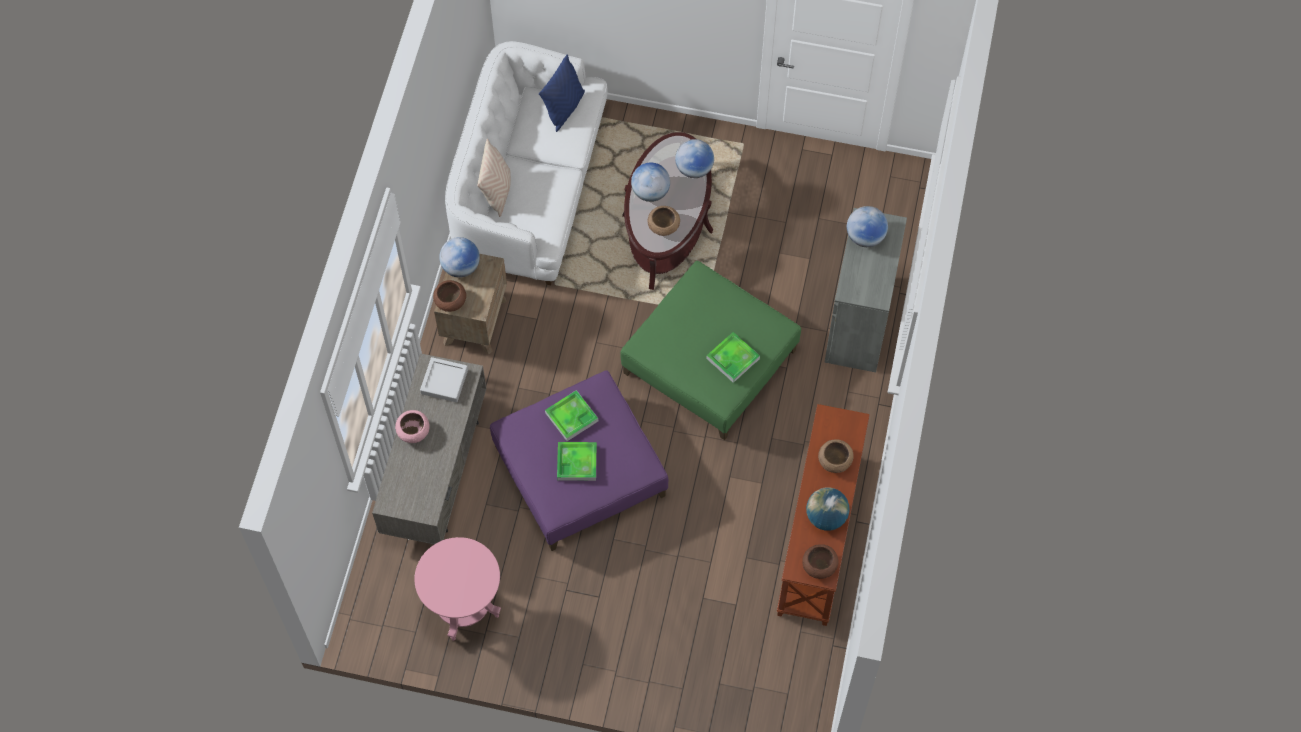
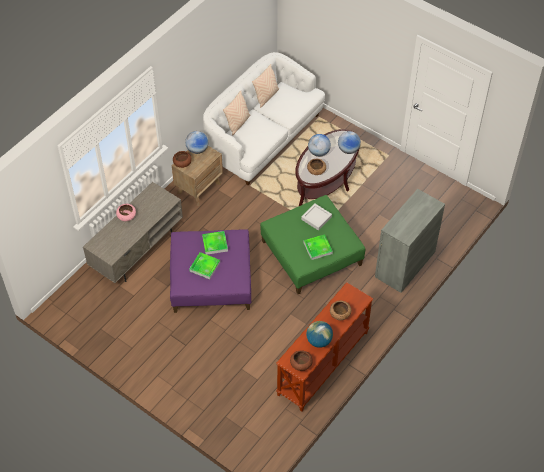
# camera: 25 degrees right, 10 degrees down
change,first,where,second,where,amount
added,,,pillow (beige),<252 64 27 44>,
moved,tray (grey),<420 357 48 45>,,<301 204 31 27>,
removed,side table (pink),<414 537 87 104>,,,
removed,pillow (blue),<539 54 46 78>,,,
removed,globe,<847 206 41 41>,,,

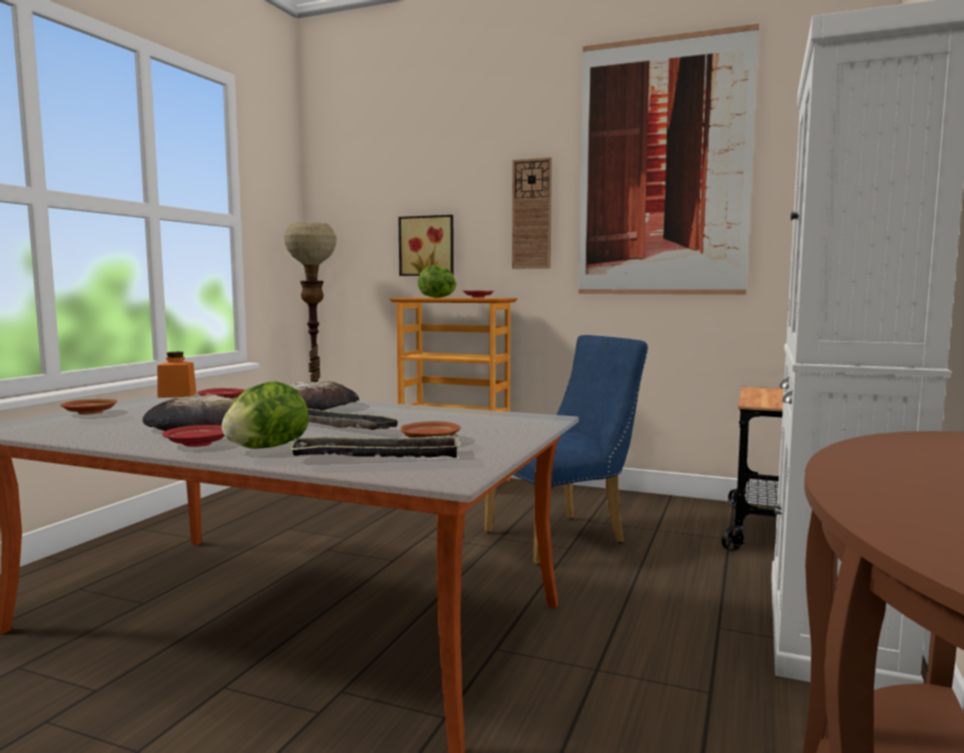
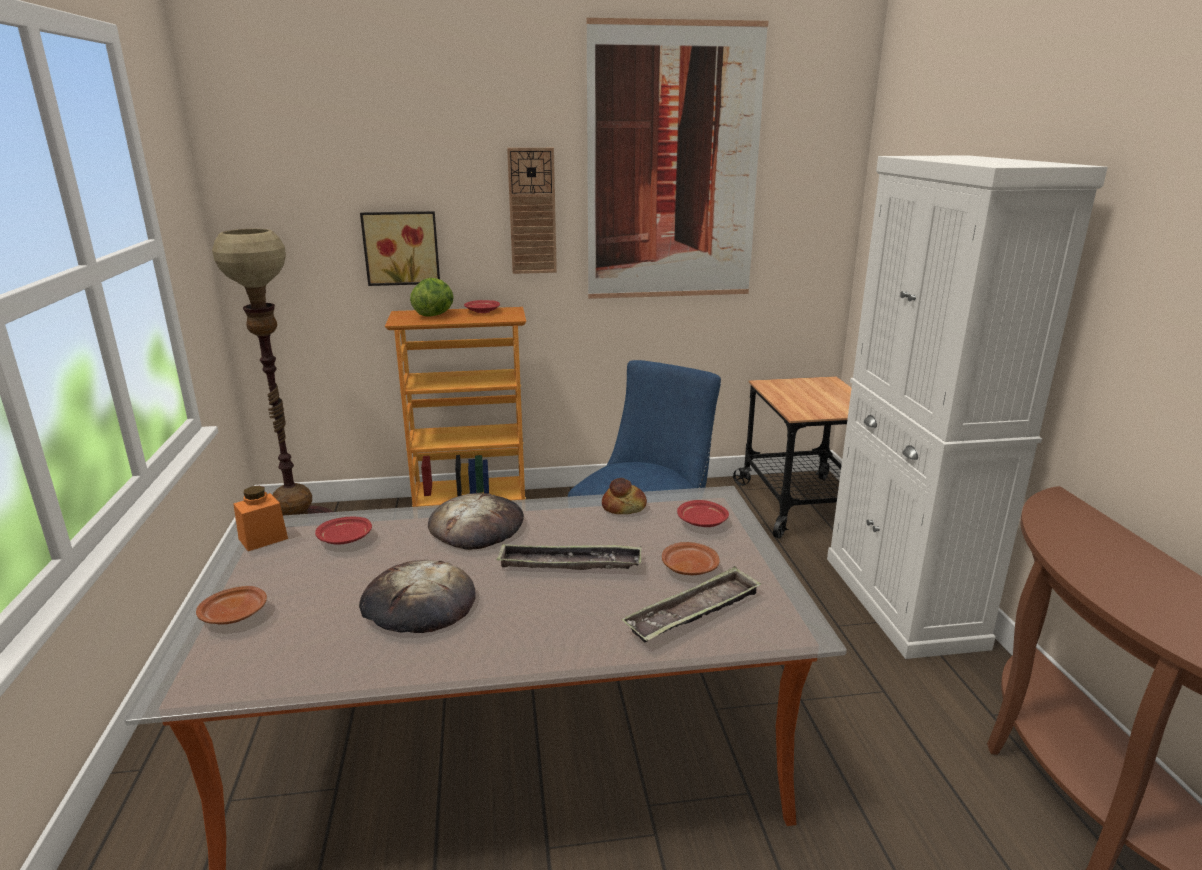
# camera: 30 degrees left, 15 degrees up
change,first,where,second,where,amount
added,,,bread,<602 478 45 36>,
moved,plate (red),<163 425 62 22>,,<677 500 52 27>,
removed,lettuce,<222 381 87 68>,,,

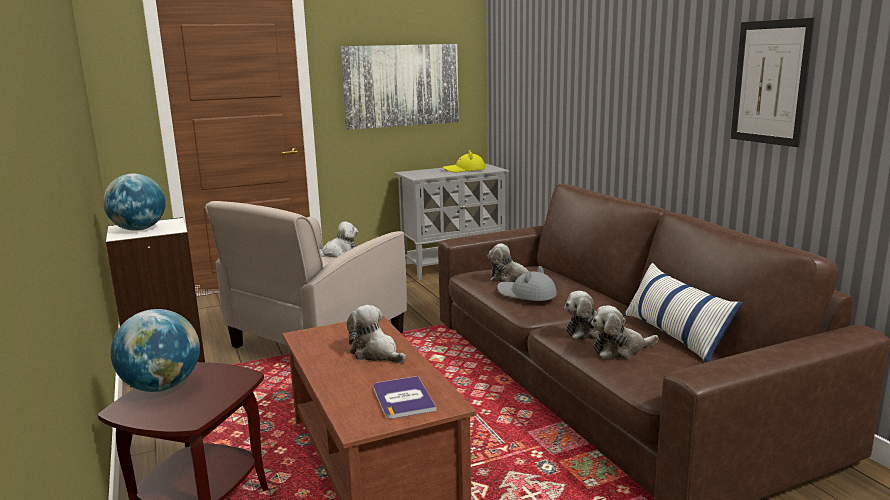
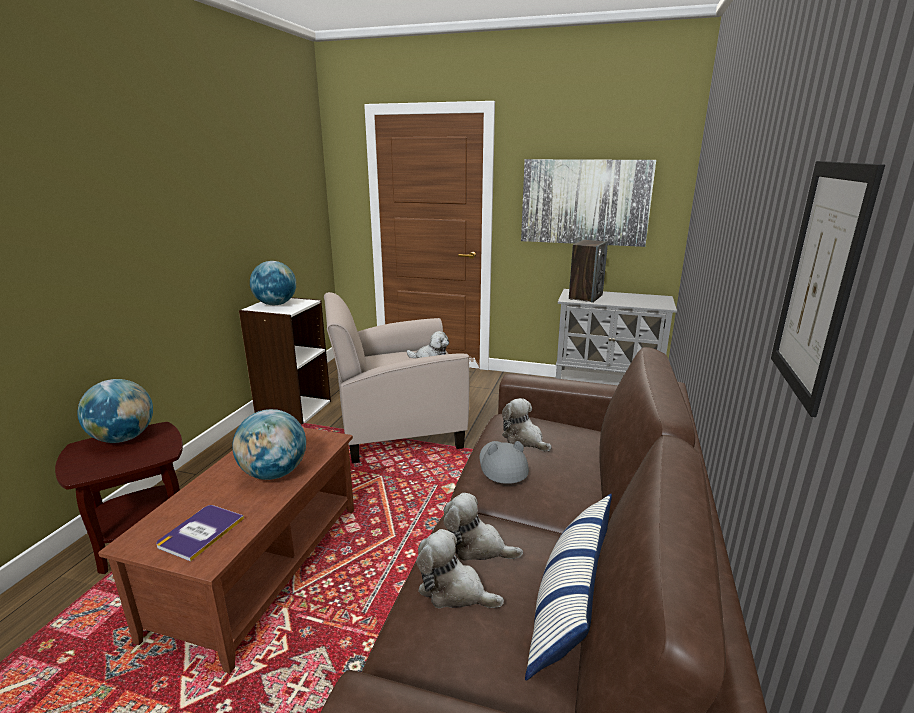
# camera: 40 degrees right, 5 degrees up
change,first,where,second,where,amount
replaced,plush toy,<346 305 60 58>,globe,<232 409 74 71>,
added,,,speaker,<569 240 39 63>,
removed,hat (yellow),<442 150 43 22>,,,

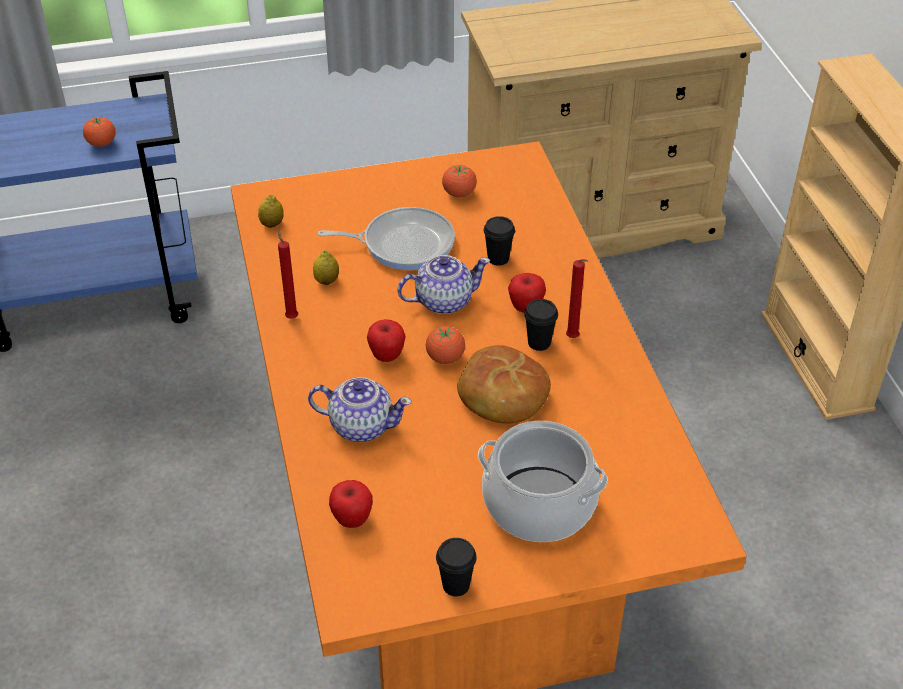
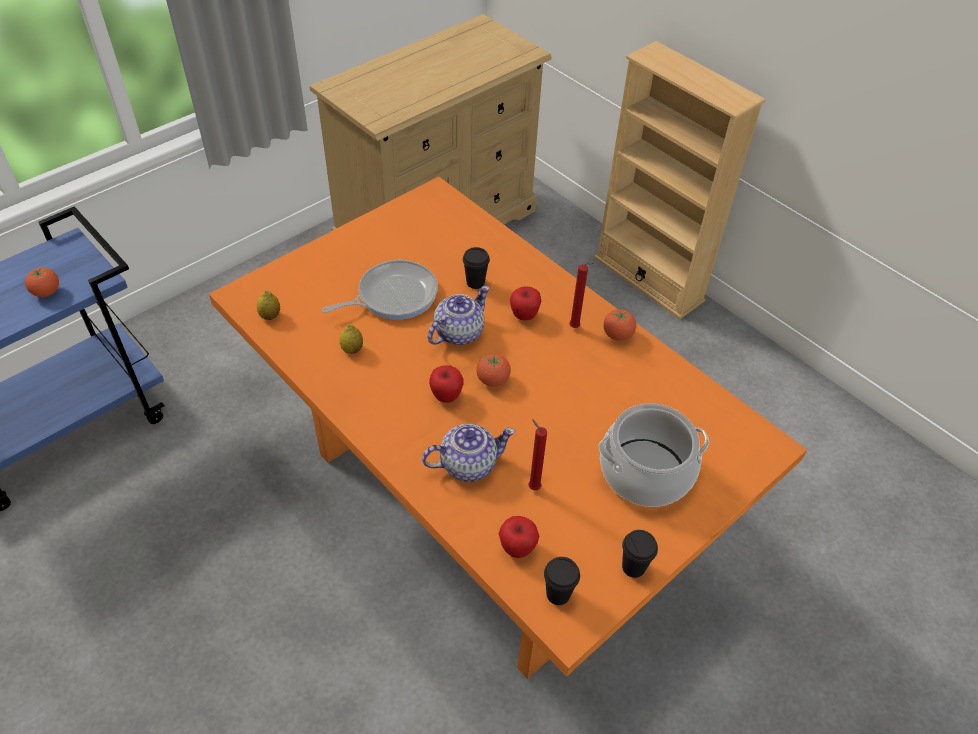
# camera: 30 degrees left, 5 degrees up
change,first,where,second,where,amount
moved,candle (red),<278 229 20 90>,,<528 419 19 71>,
moved,cup (black),<524 299 34 52>,,<544 557 36 48>,
moved,tomato,<442 165 35 32>,,<603 309 33 32>,
removed,bread,<457 345 94 78>,,,

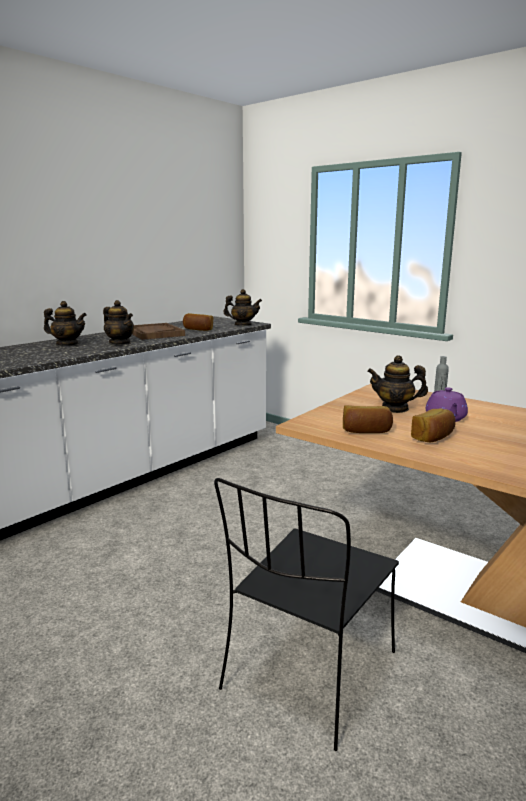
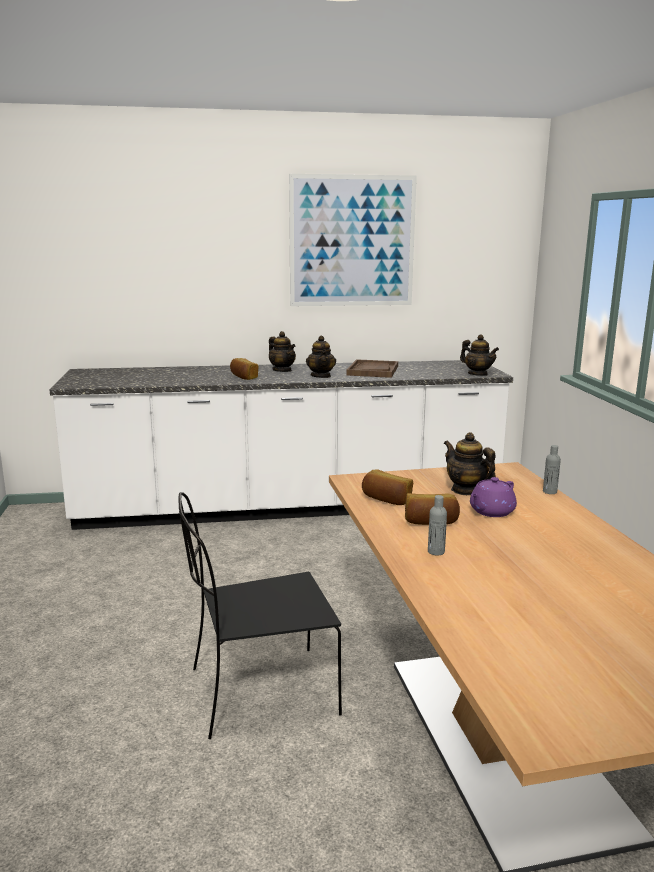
# camera: 40 degrees right, 0 degrees up
change,first,where,second,where,amount
moved,bread,<183 313 30 18>,,<230 358 28 22>,
added,,,picture,<289 174 128 132>,
added,,,bottle (grey),<428 495 19 60>,

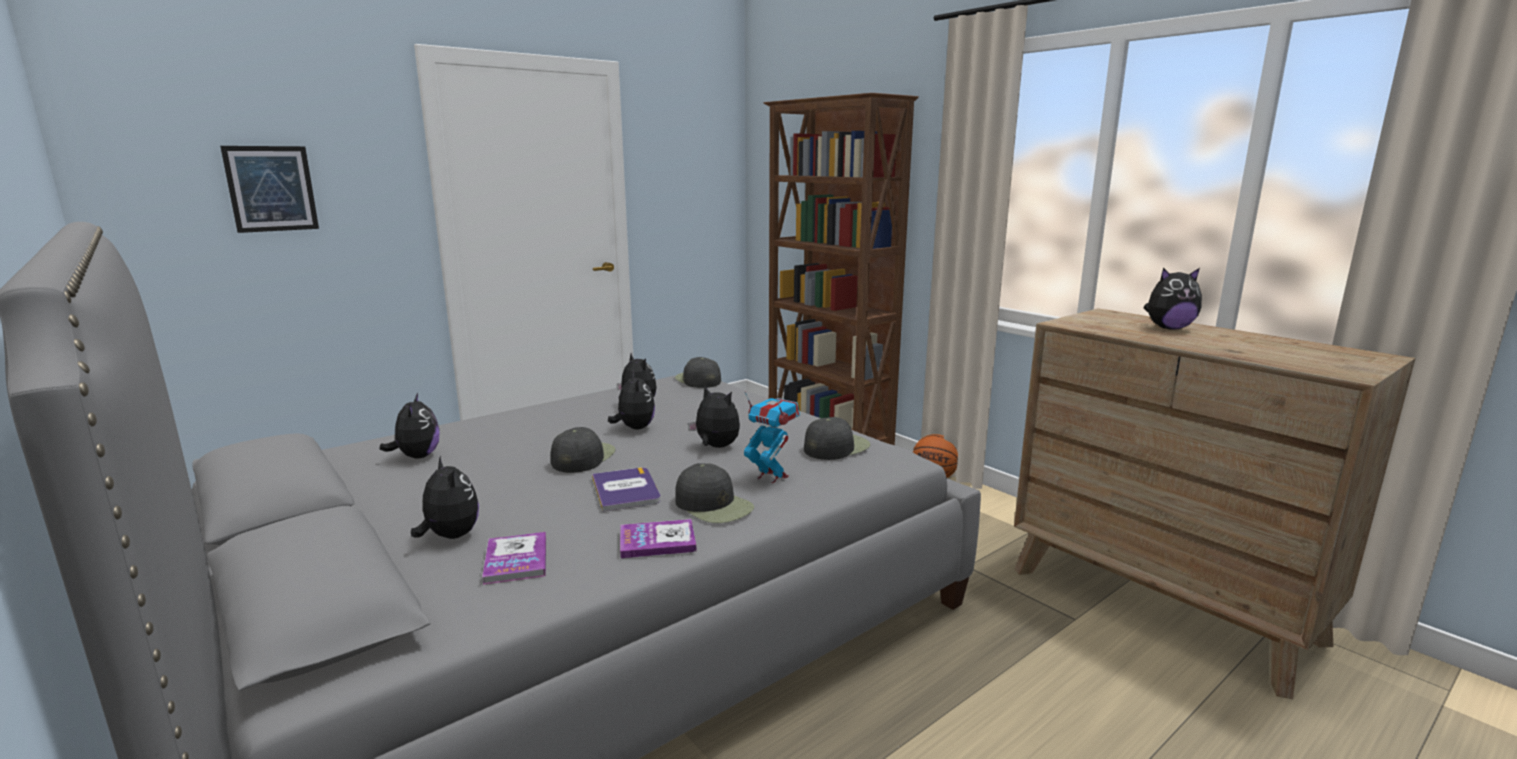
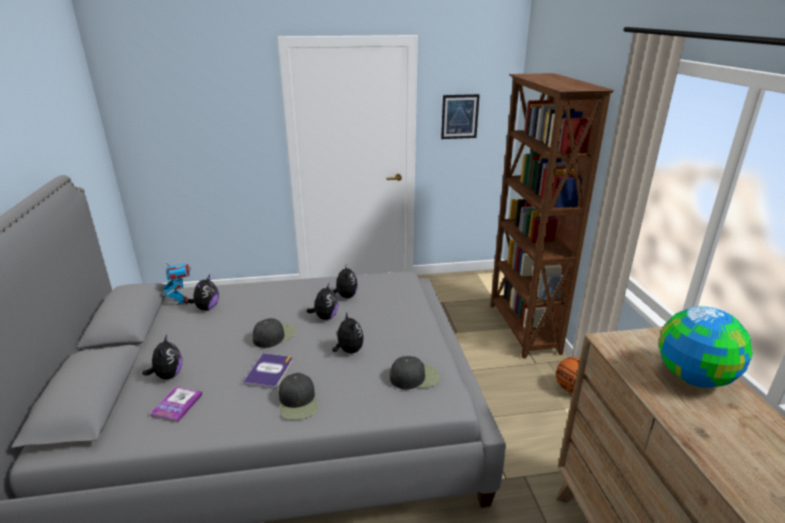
# camera: 30 degrees right, 10 degrees up
change,first,where,second,where,amount
moved,toy robot,<744 392 56 91>,,<162 259 29 46>,
moved,picture,<220 146 99 87>,,<441 94 39 45>,
replaced,plush toy,<1143 268 59 61>,globe,<659 306 94 82>,
removed,book,<620 519 77 39>,,,
removed,cap (black),<675 357 46 31>,,,

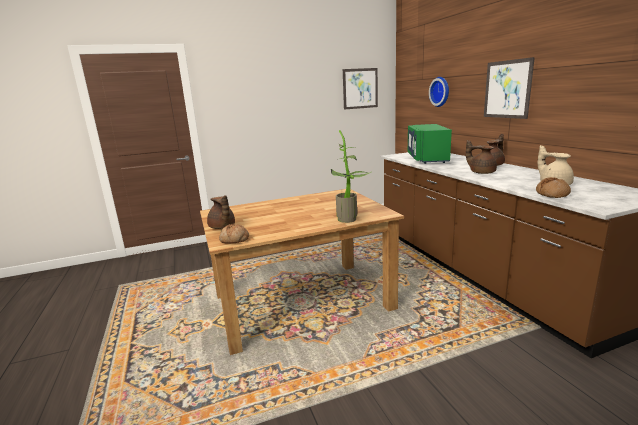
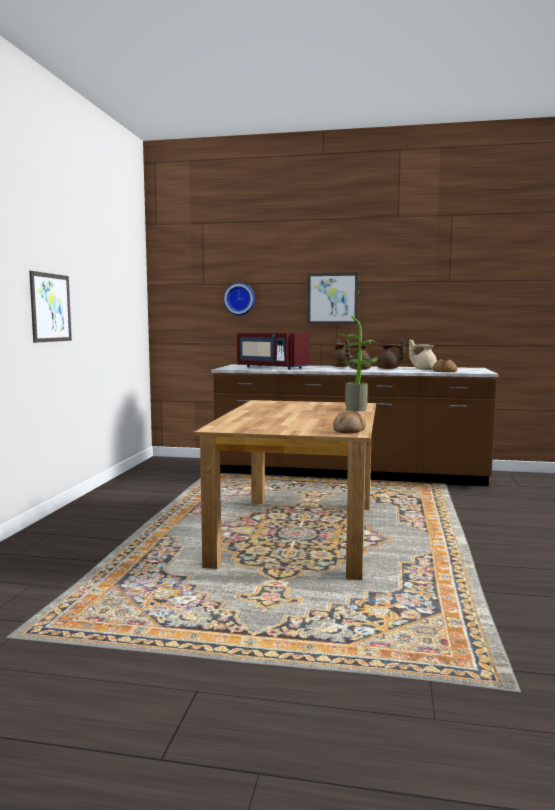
# camera: 60 degrees left, 10 degrees down
change,first,where,second,where,amount
moved,picture,<343 68 35 42>,,<29 271 43 72>,
recoloured,microwave (green),<408 124 44 40>,microwave (red),<237 332 73 38>,
moved,teapot (brown),<207 195 28 34>,,<377 339 28 30>,

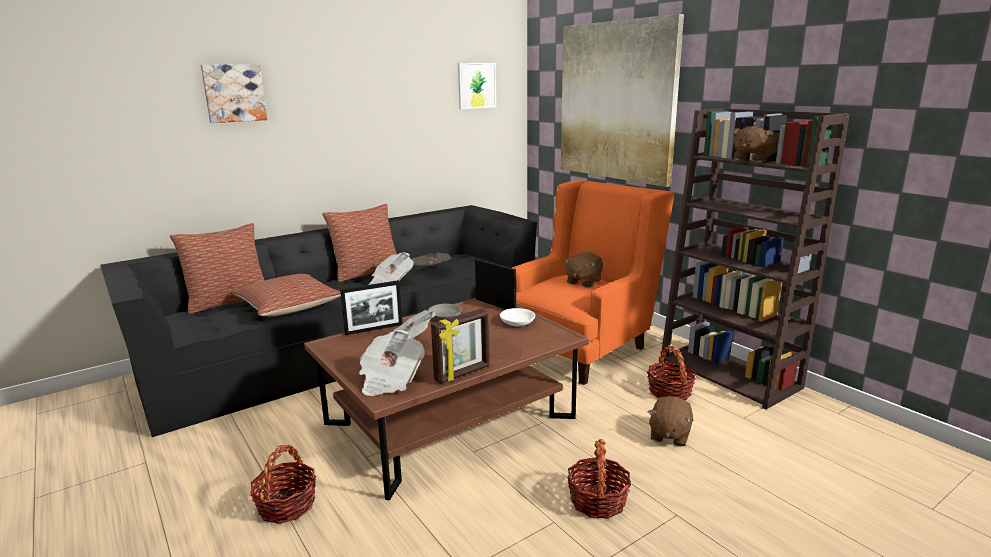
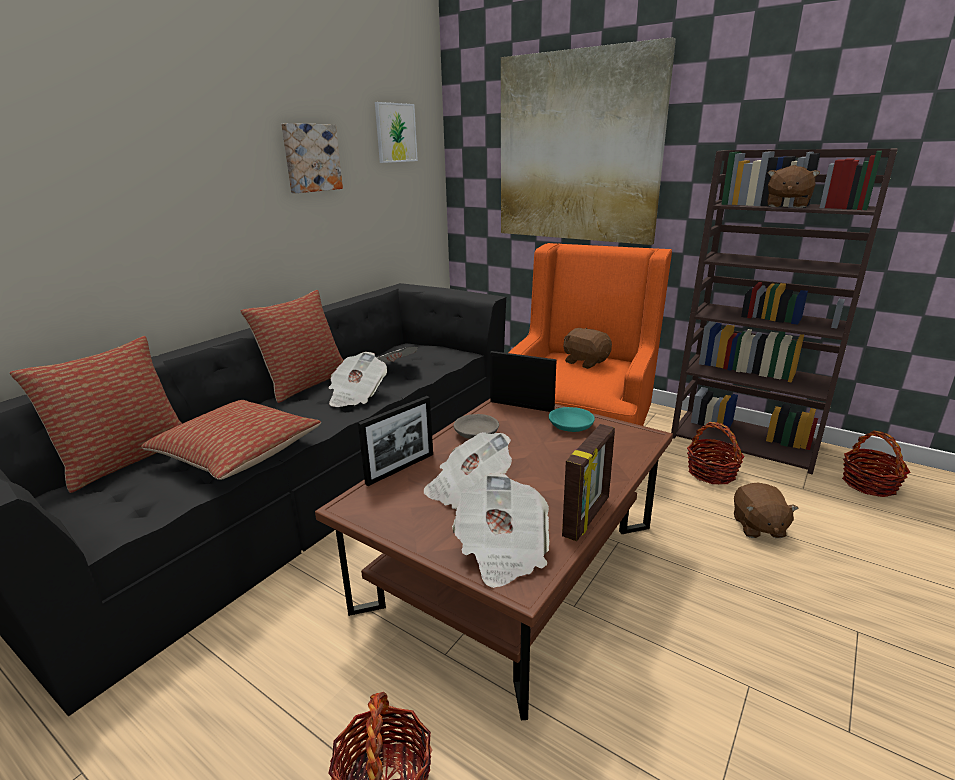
# camera: 20 degrees left, 5 degrees up
change,first,where,second,where,amount
moved,picture,<201 64 66 59>,,<281 123 62 70>,
recoloured,bowl (white),<500 308 35 18>,bowl (turquoise),<549 407 46 25>,
turned,plush toy (brown),<564 252 39 35>,,<563 328 49 41>,120 degrees clockwise
moved,basket,<567 439 64 80>,,<842 431 69 66>,

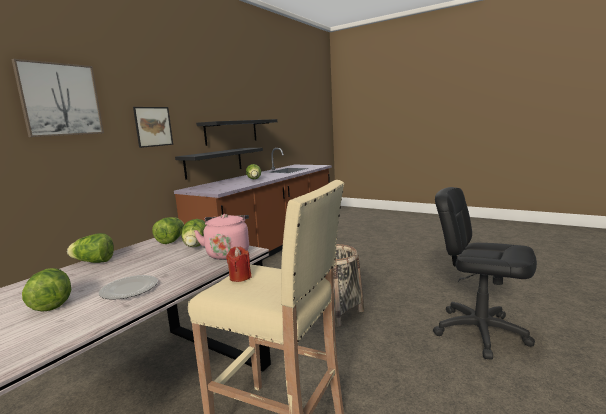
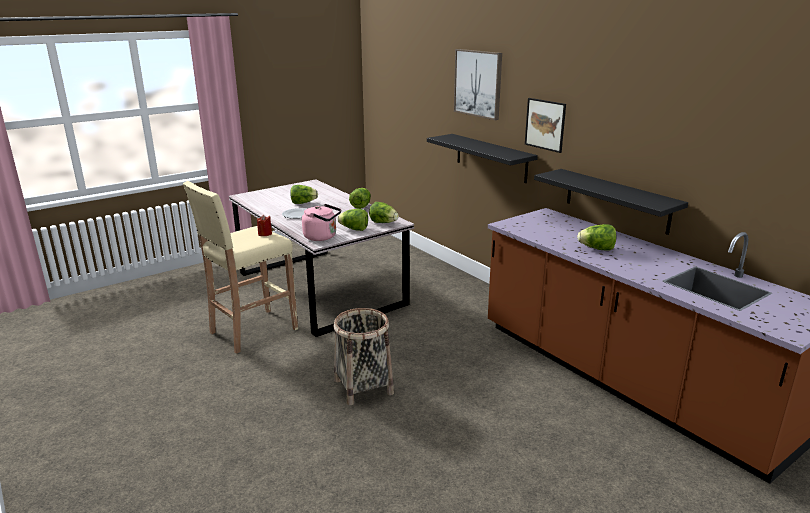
# camera: 110 degrees right, 10 degrees up
change,first,where,second,where,amount
moved,shelf (black),<196 119 81 27>,,<427 134 111 49>,
removed,office chair (black),<433 187 104 173>,,,

